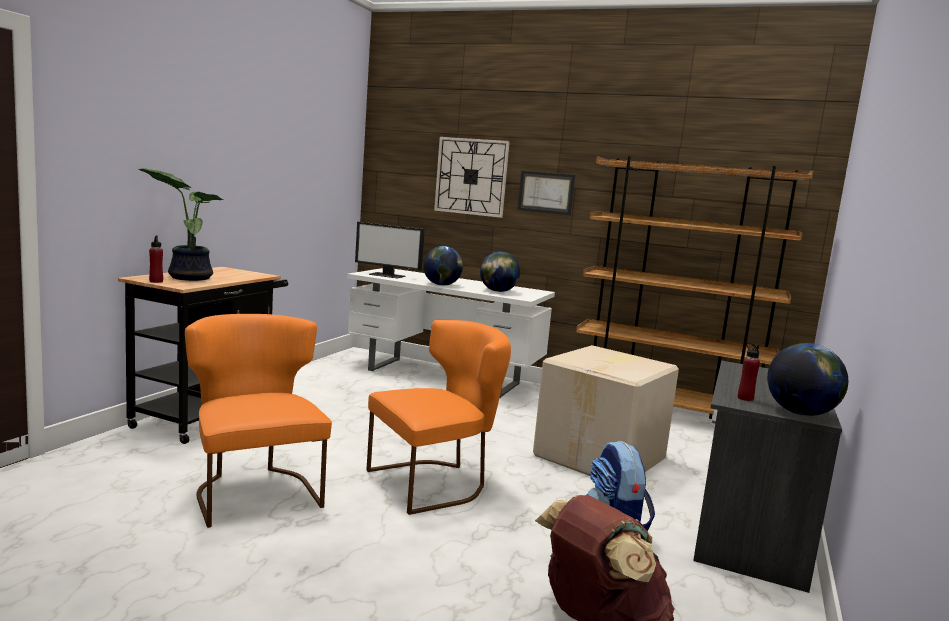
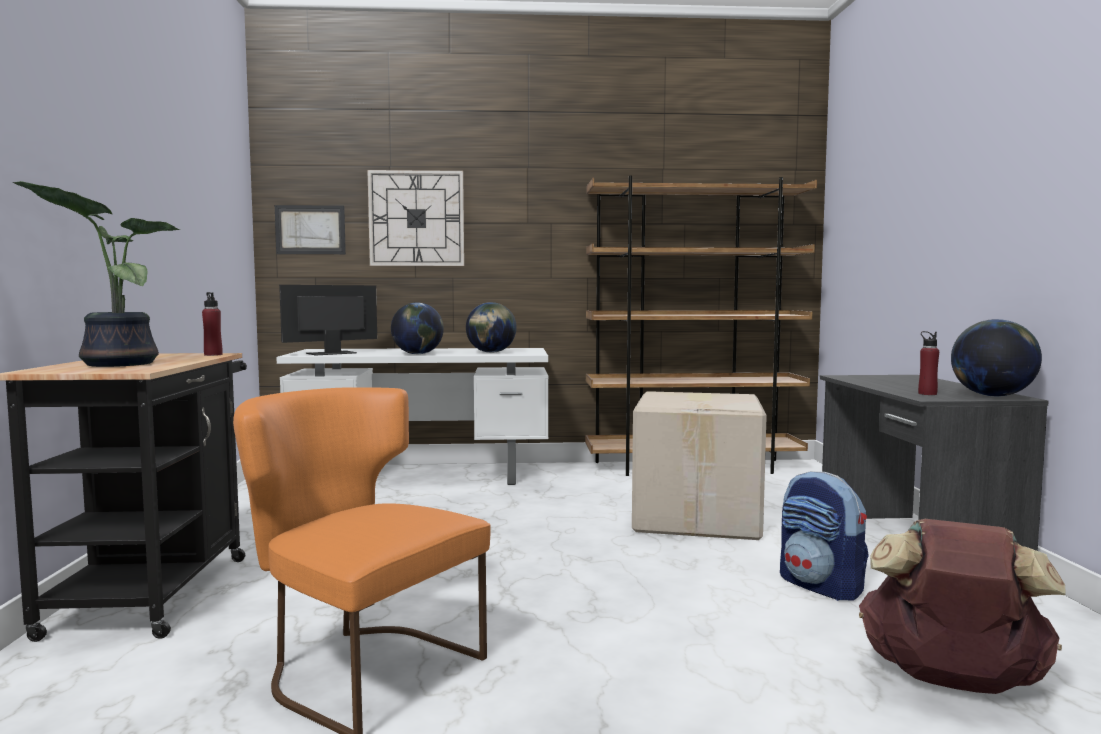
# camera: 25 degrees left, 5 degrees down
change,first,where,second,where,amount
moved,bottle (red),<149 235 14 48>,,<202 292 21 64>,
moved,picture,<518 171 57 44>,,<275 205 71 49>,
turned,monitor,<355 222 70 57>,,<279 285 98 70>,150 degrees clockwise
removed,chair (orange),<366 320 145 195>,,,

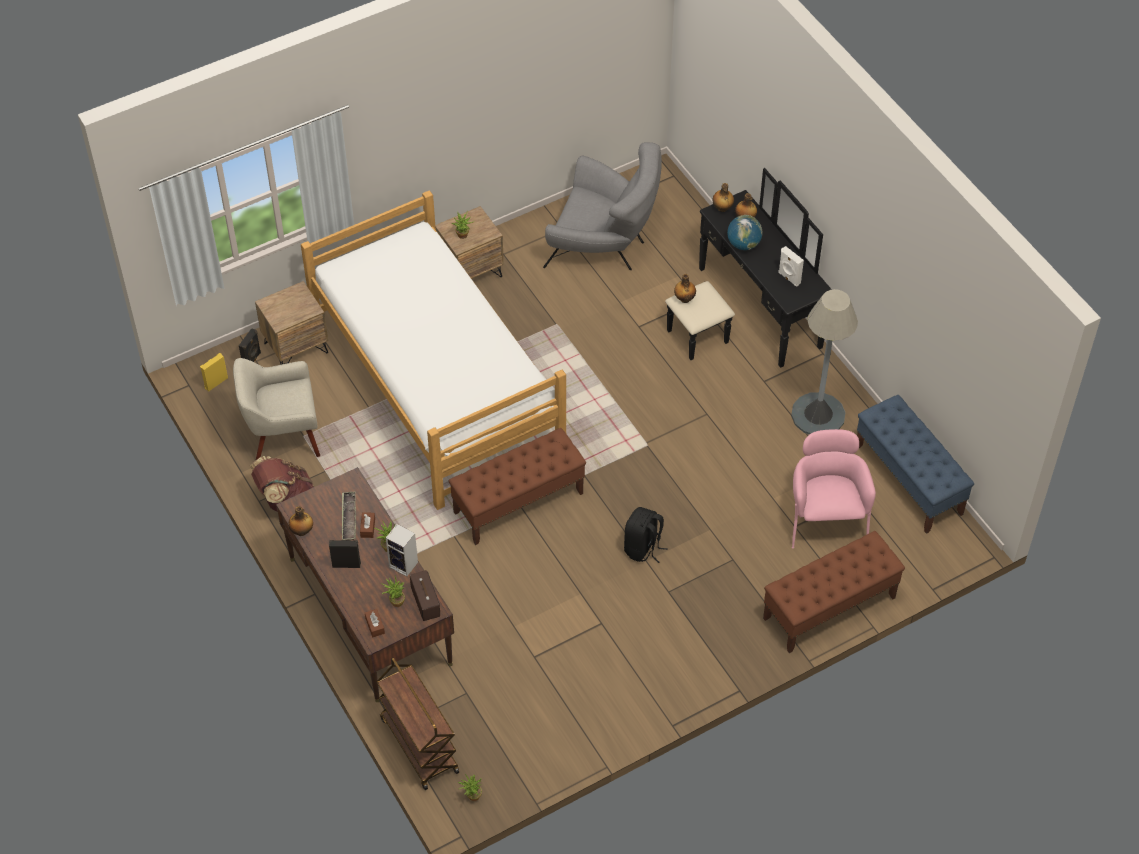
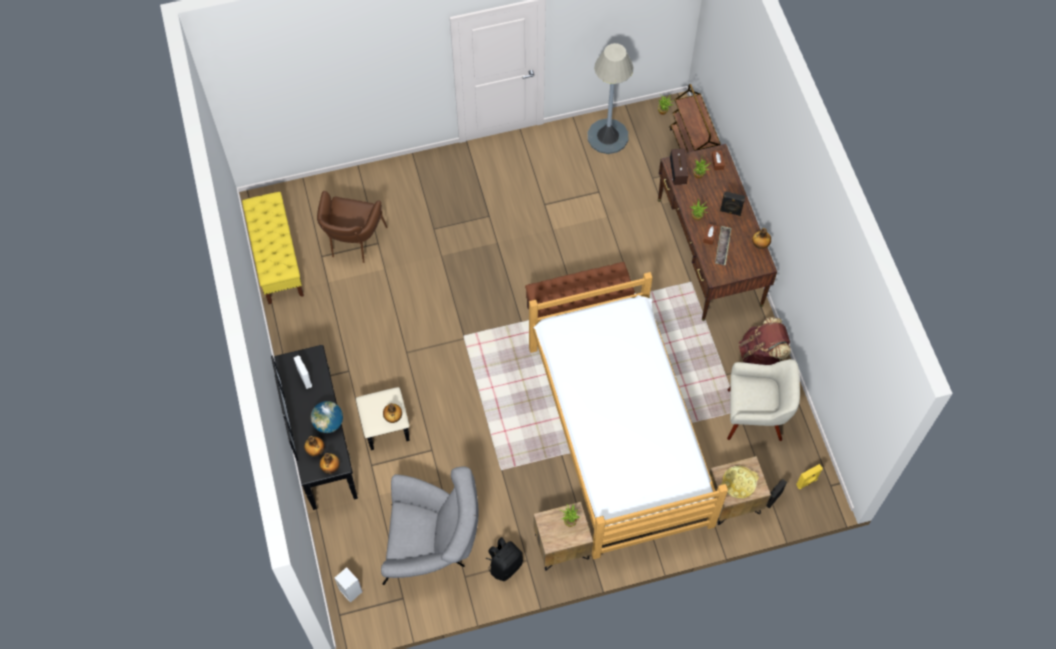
# camera: 165 degrees left, 10 degrees up
change,first,where,second,where,amount
recoloured,bench (blue),<857 395 117 139>,bench (yellow),<242 192 62 112>,
recoloured,armchair (pink),<792 429 84 119>,armchair (brown),<317 191 71 72>,
moved,speaker,<386 524 32 53>,,<334 567 28 36>,
turned,armchair (grey),<543 142 119 128>,,<381 466 98 119>,150 degrees clockwise
moved,backpack (black),<624 507 44 56>,,<486 537 37 44>,
moved,floor lamp (grey),<791 289 67 146>,,<588 43 45 111>,
added,,,tray (yellow),<721 466 38 33>,
removed,bench (brown),<763 531 142 122>,,,

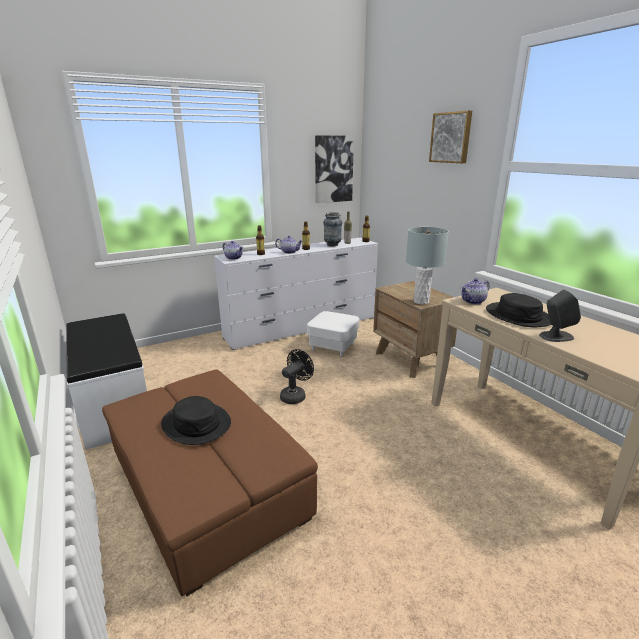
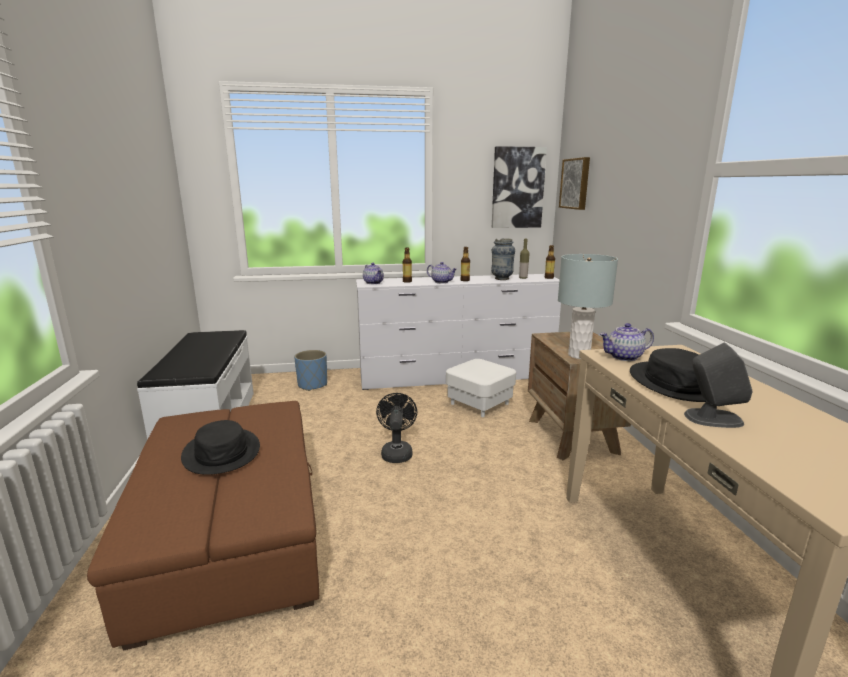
# camera: 20 degrees right, 5 degrees down
change,first,where,second,where,amount
added,,,planter (blue),<294 350 33 41>,
turned,fan (black),<280 349 34 55>,,<376 393 41 70>,60 degrees counterclockwise
moved,picture,<429 111 43 52>,,<559 157 31 53>,

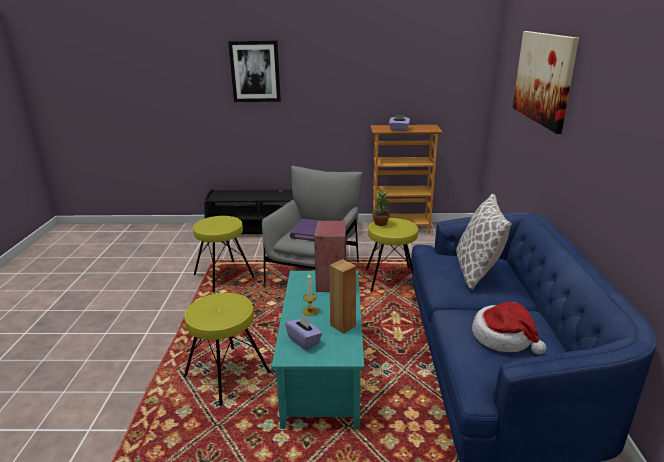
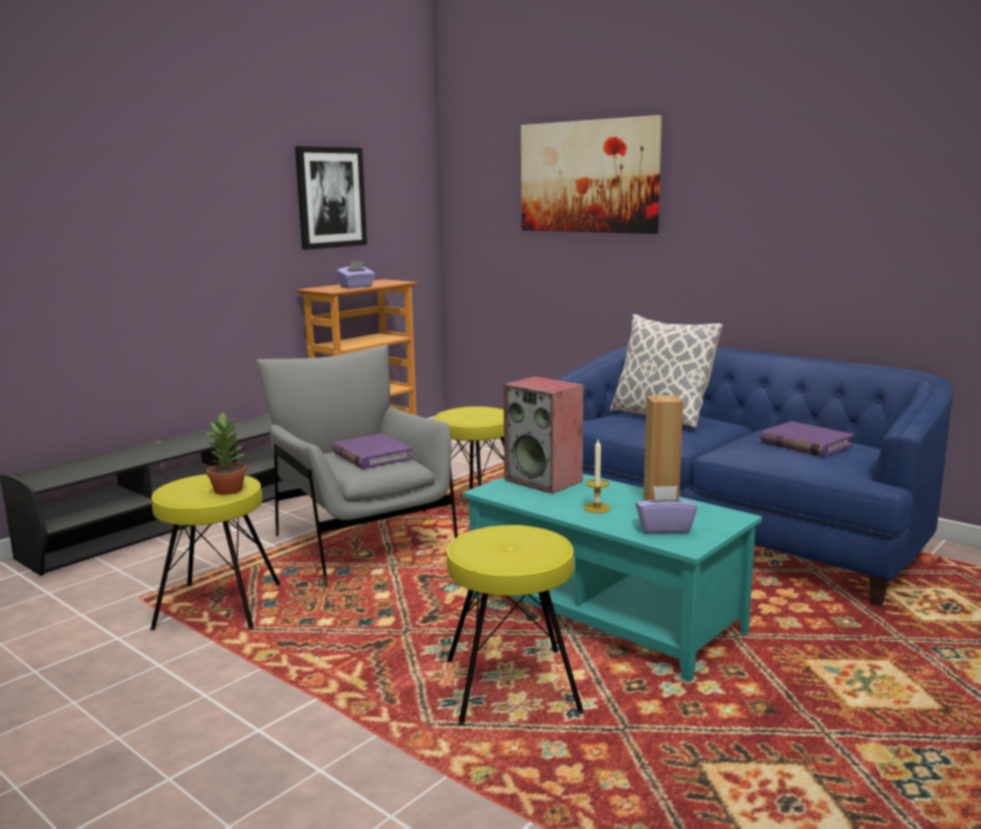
# camera: 50 degrees left, 10 degrees down
change,first,where,second,where,amount
moved,potted plant,<372 189 18 37>,,<204 413 43 82>,
moved,picture,<228 41 53 61>,,<295 146 72 104>,
replaced,hat,<472 302 74 53>,book (purple),<760 421 95 36>,

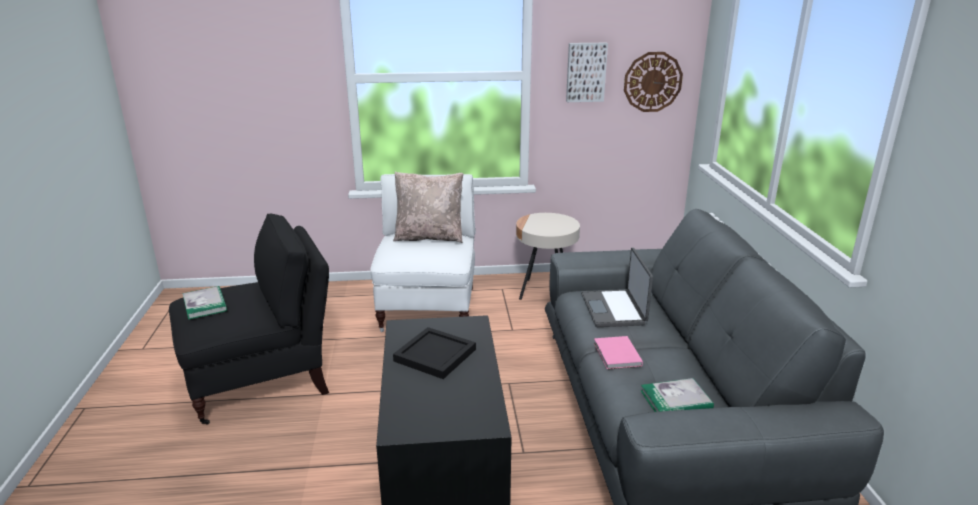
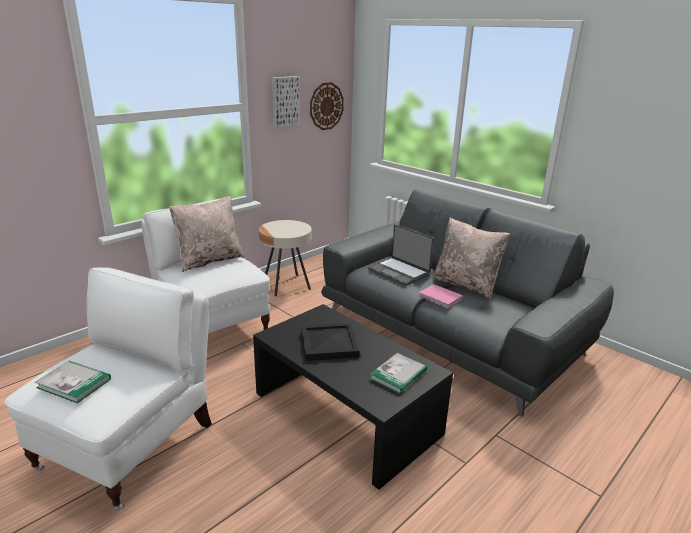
# camera: 40 degrees left, 0 degrees up
change,first,where,second,where,amount
recoloured,armchair (black),<169 214 160 210>,armchair (white),<5 267 207 244>,
moved,book,<640 378 74 34>,,<370 353 57 41>,
added,,,pillow (beige),<432 218 78 81>,

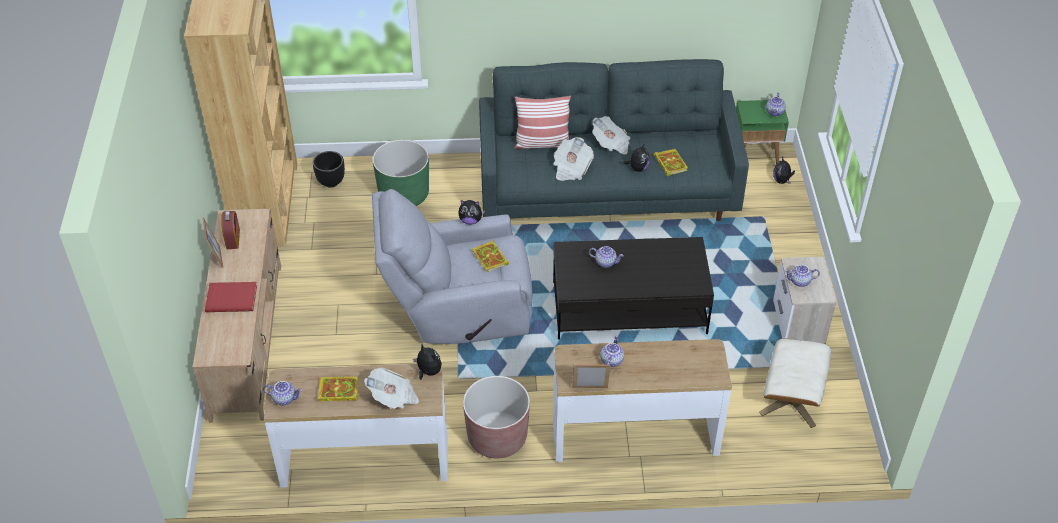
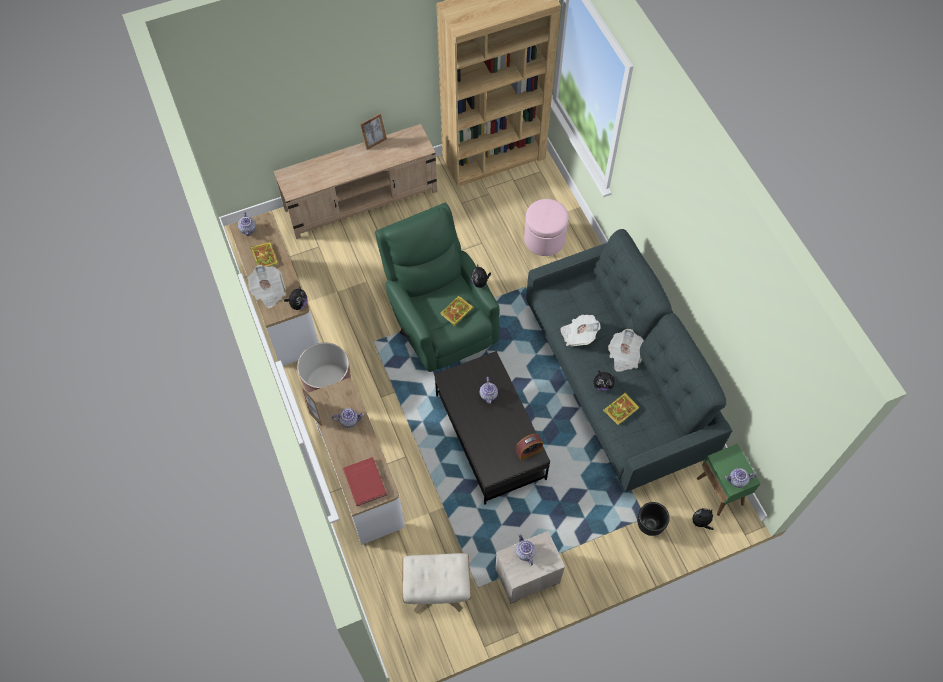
# camera: 70 degrees right, 15 degrees up
change,first,where,second,where,amount
moved,book (red),<205 282 52 30>,,<343 457 44 49>,
recoloured,armchair (grey),<372 189 161 155>,armchair (green),<375 203 125 169>,
moved,alarm clock,<221 211 19 38>,,<516 434 27 26>,
replaced,planter (green),<373 140 56 66>,ottoman (pink),<524 199 45 57>,
moved,planter (black),<313 151 32 37>,,<637 502 33 34>,
removed,pillow,<515 96 56 53>,,,

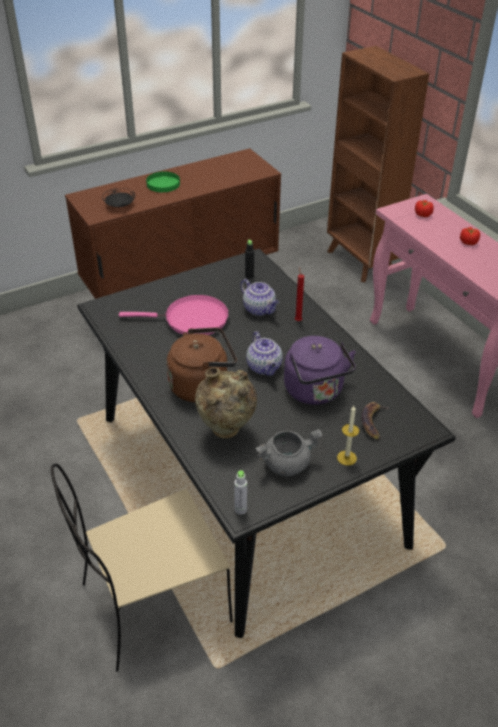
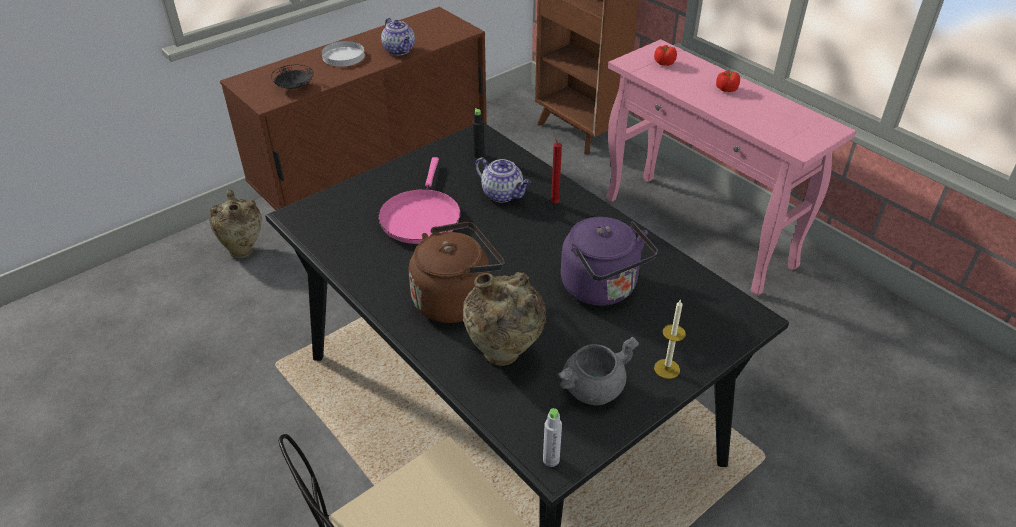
# camera: 10 degrees left, 0 degrees up
change,first,where,second,where,amount
added,,,vase (beige),<210 190 52 68>,
recoloured,plate (green),<146 171 34 21>,plate (white),<322 41 43 26>,
turned,frying pan (pink),<119 295 110 40>,,<378 157 83 87>,105 degrees clockwise
moved,teapot,<246 331 37 45>,,<381 18 34 37>,
removed,banana,<361 402 28 38>,,,

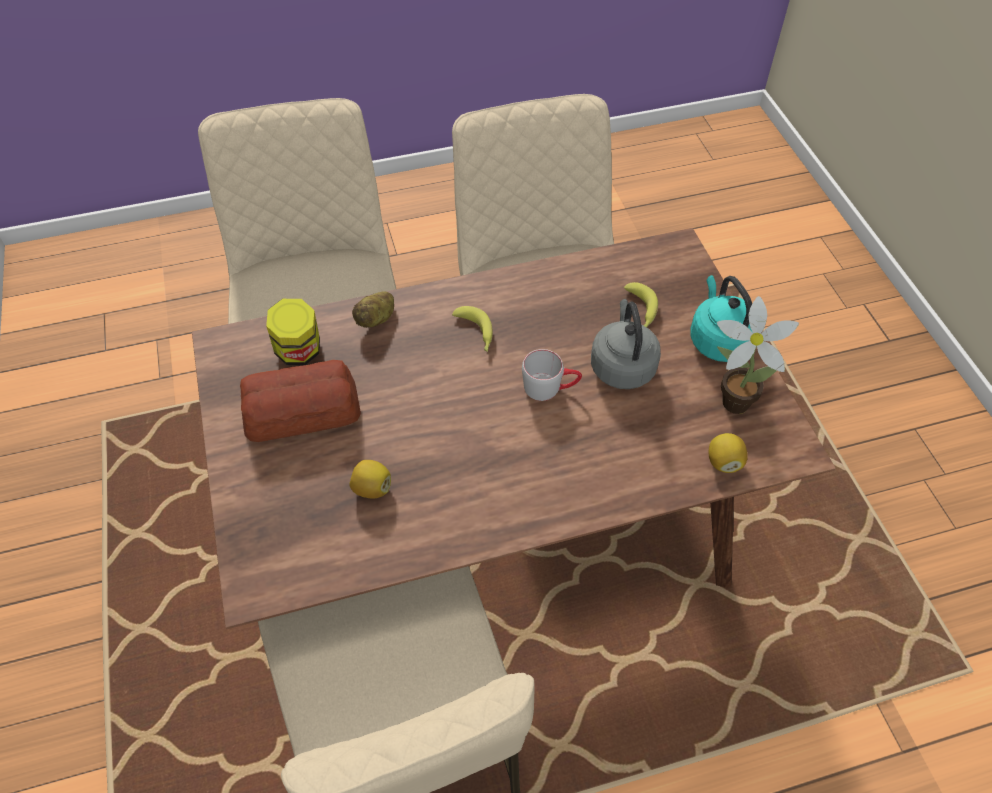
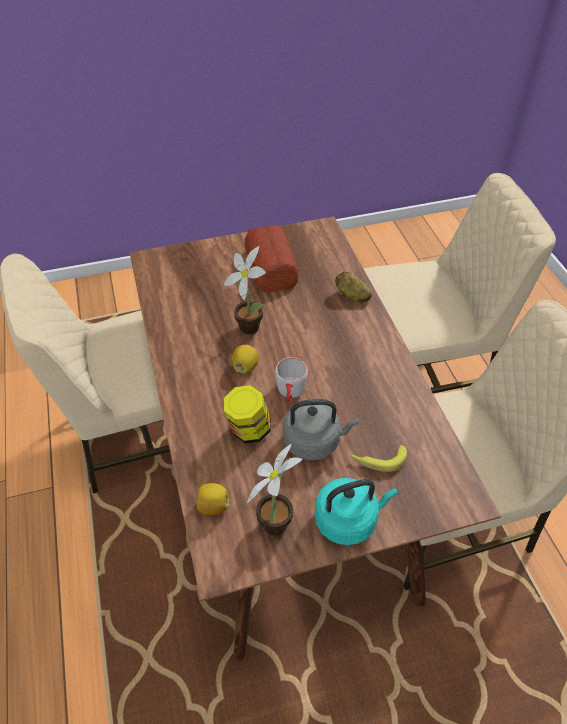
# camera: 90 degrees right, 5 degrees down
change,first,where,second,where,amount
added,,,potted plant,<224 246 42 89>,
moved,jar,<266 299 54 66>,,<224 385 47 59>,
moved,lemon,<349 460 42 38>,,<231 345 28 28>,
removed,banana,<452 306 41 46>,,,

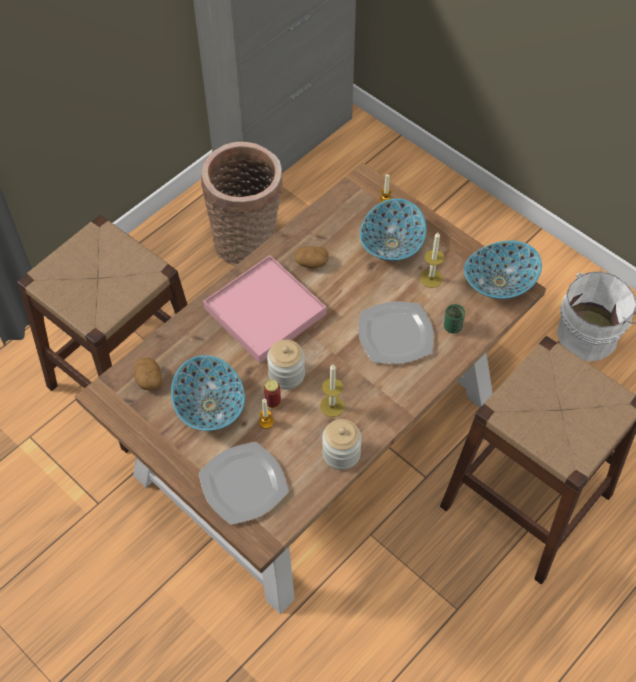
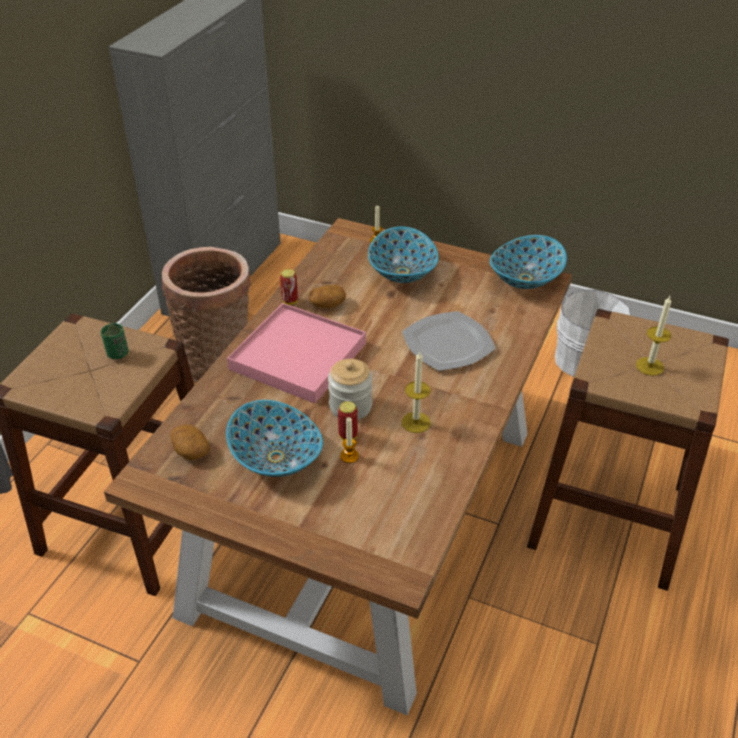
# camera: 20 degrees left, 15 degrees down
change,first,where,second,where,amount
moved,cup (green),<444 304 21 30>,,<101 323 28 36>,
added,,,can,<280 269 18 36>,
moved,candle,<420 232 24 56>,,<636 296 35 80>,
removed,plate,<198 442 91 83>,,,
removed,jar,<322 419 40 51>,,,

